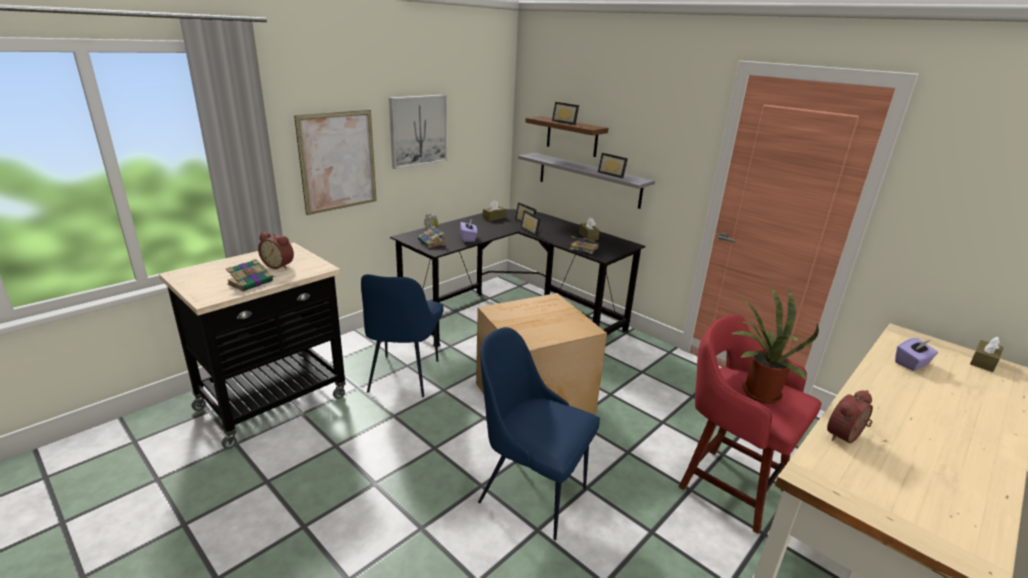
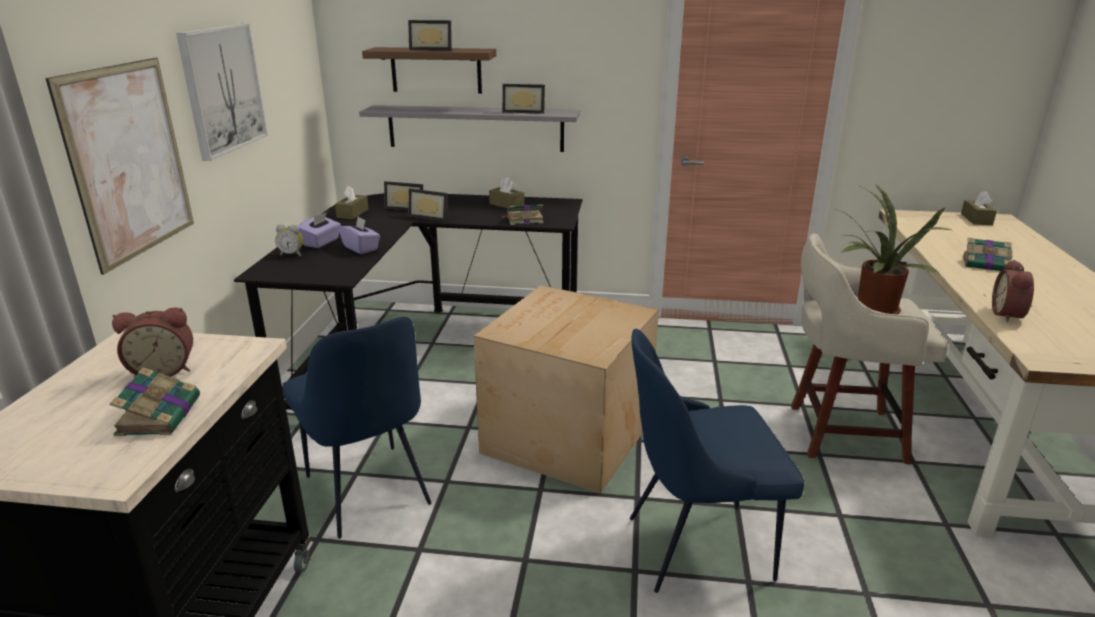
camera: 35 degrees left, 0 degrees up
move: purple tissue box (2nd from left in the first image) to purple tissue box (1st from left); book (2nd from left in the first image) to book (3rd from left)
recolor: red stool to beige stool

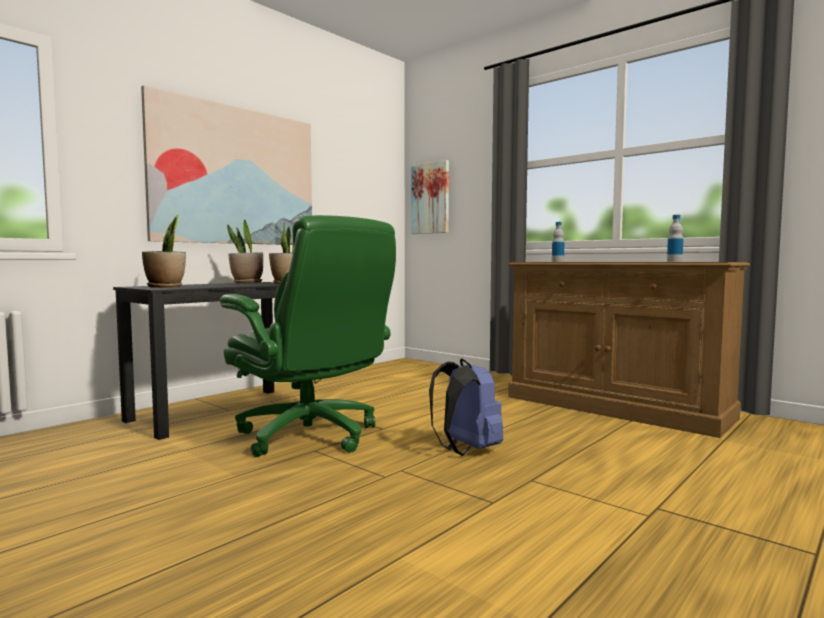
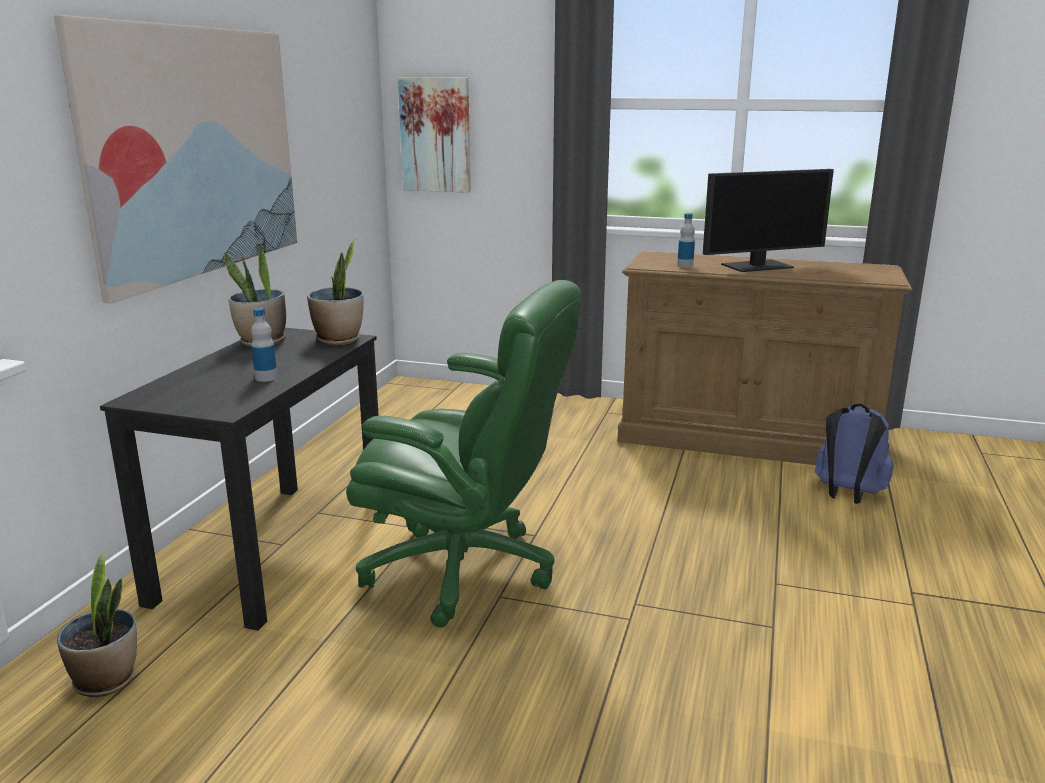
camera: 25 degrees left, 15 degrees up
insert: monitor
move: potted plant (1st from left); bottle (2nd from left in the first image) to bottle (1st from left); blue backpack

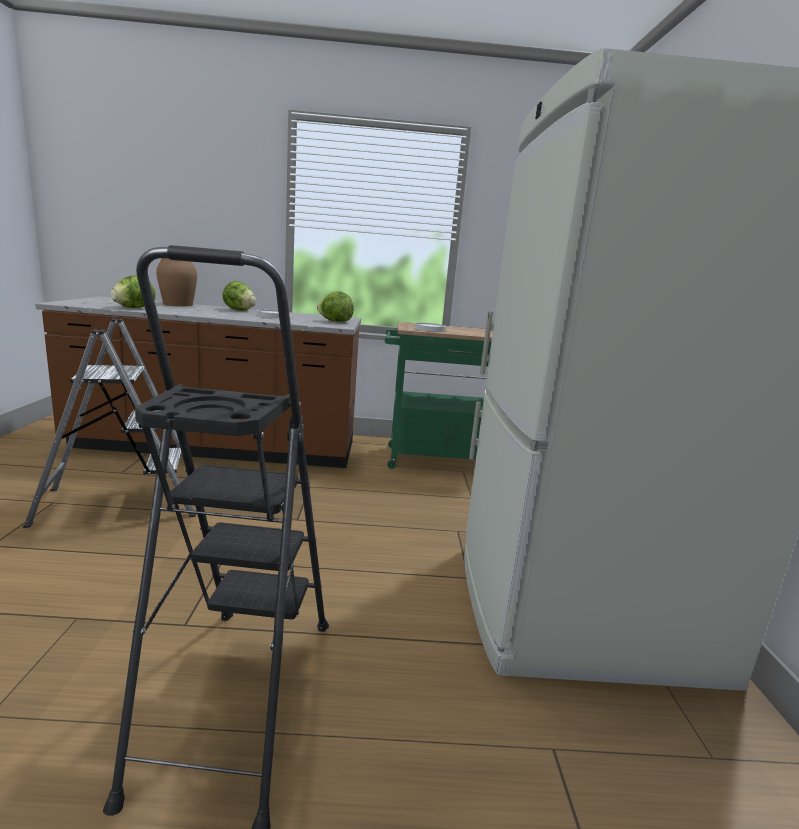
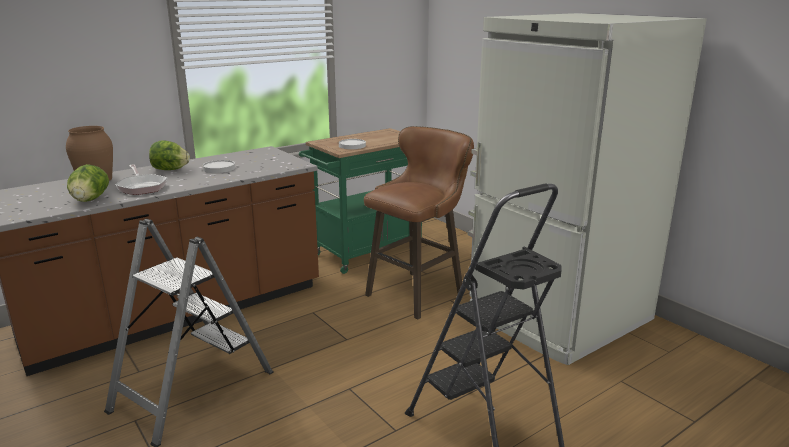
camera: 35 degrees left, 5 degrees up
delete: lettuce (3rd from left)
insert: frying pan; brown stool

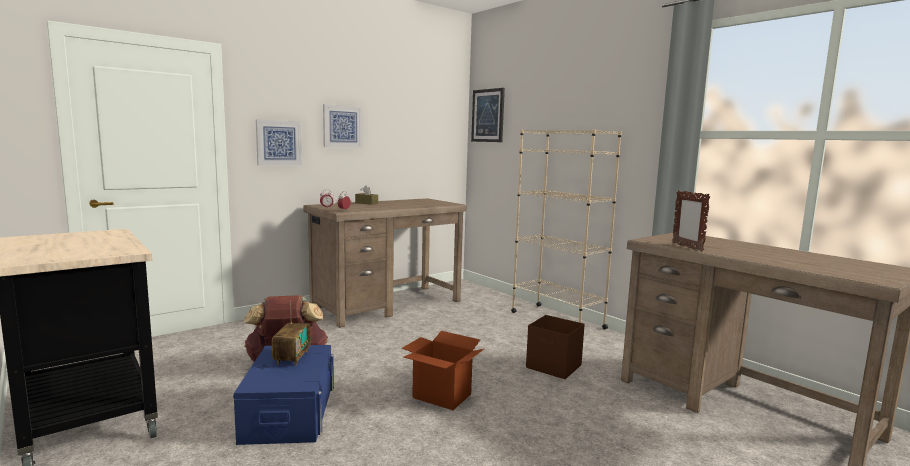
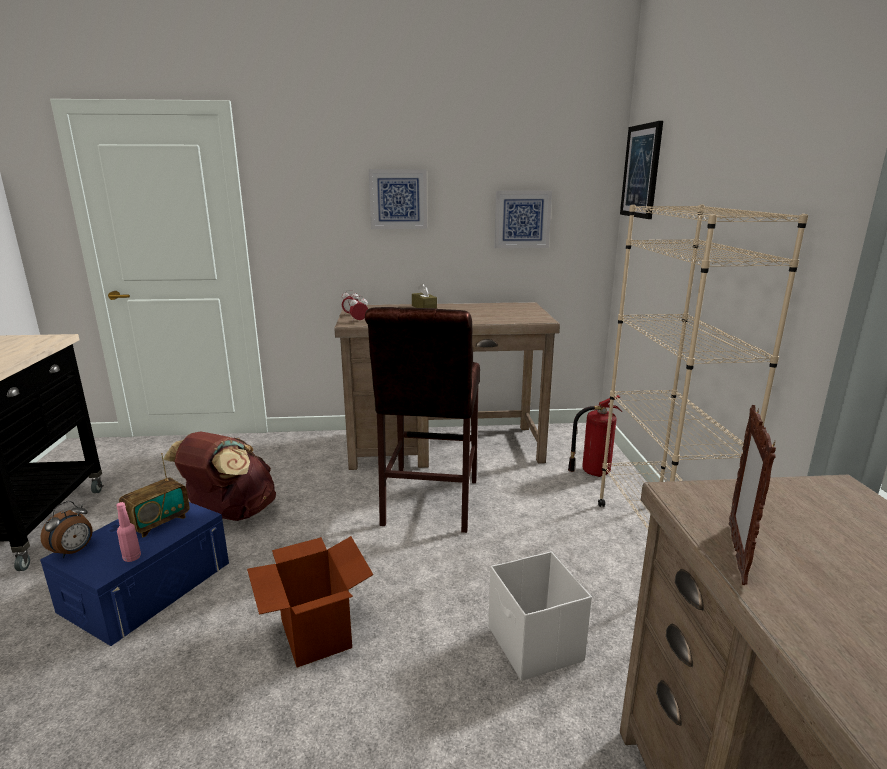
camera: 35 degrees right, 10 degrees up
insert: alarm clock (1st from left); pink bottle; brown stool; fire extinguisher
move: picture (1st from left in the first image) to picture (2nd from left)
recolor: brown storage box to white storage box

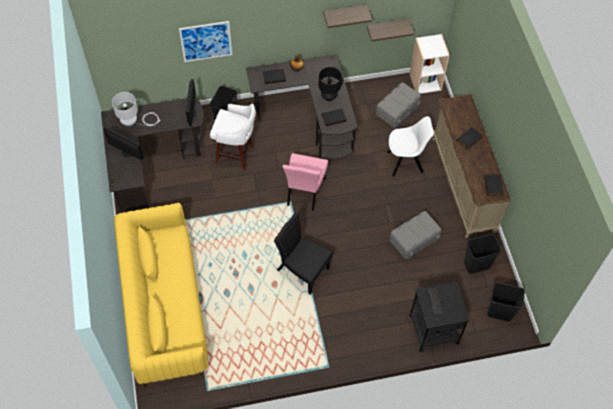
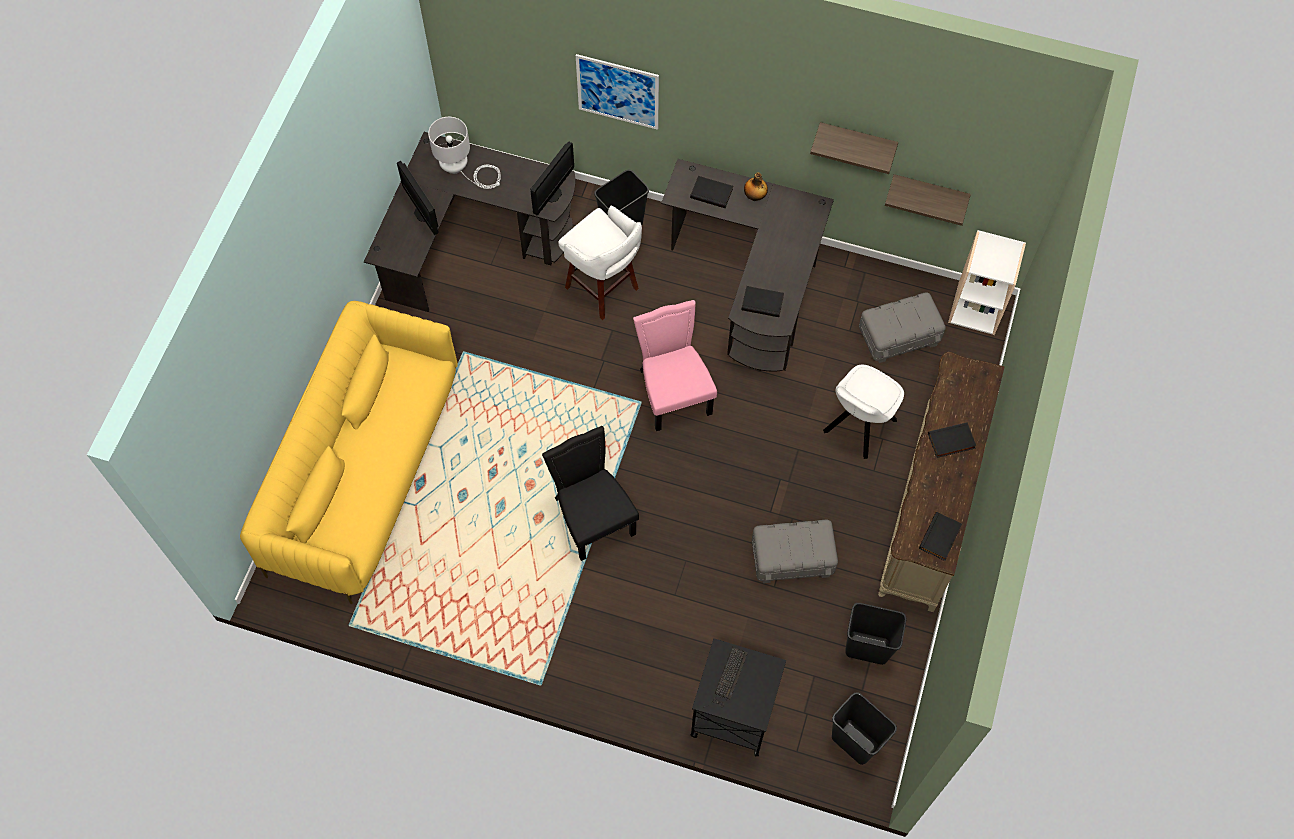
camera: 30 degrees right, 5 degrees up
delete: black table lamp
rotate: pink chair 120 degrees clockwise; white chair 105 degrees clockwise

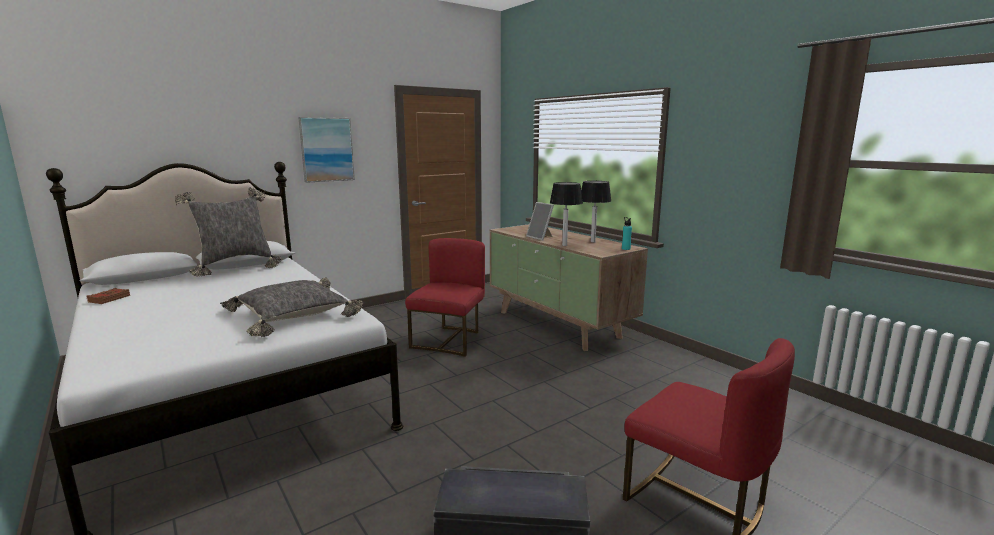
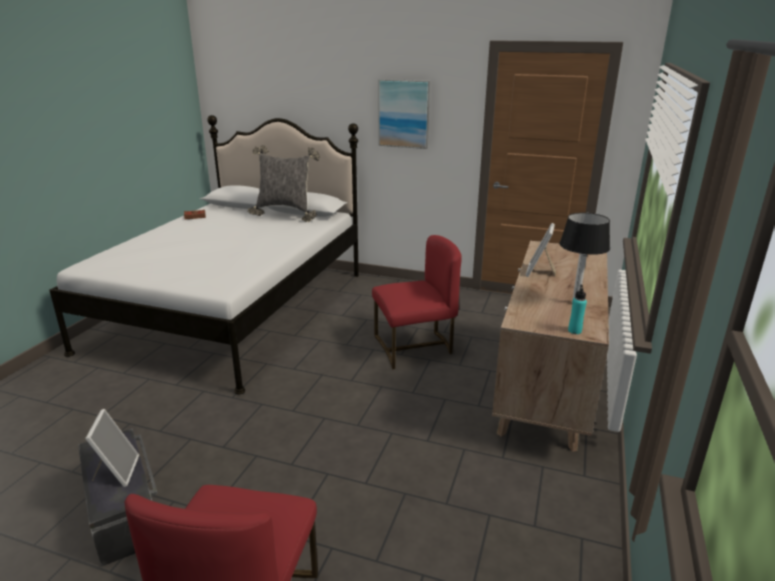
camera: 55 degrees right, 10 degrees up
delete: pillow (2nd from left); table lamp (1st from left)
insert: picture frame (1st from left)

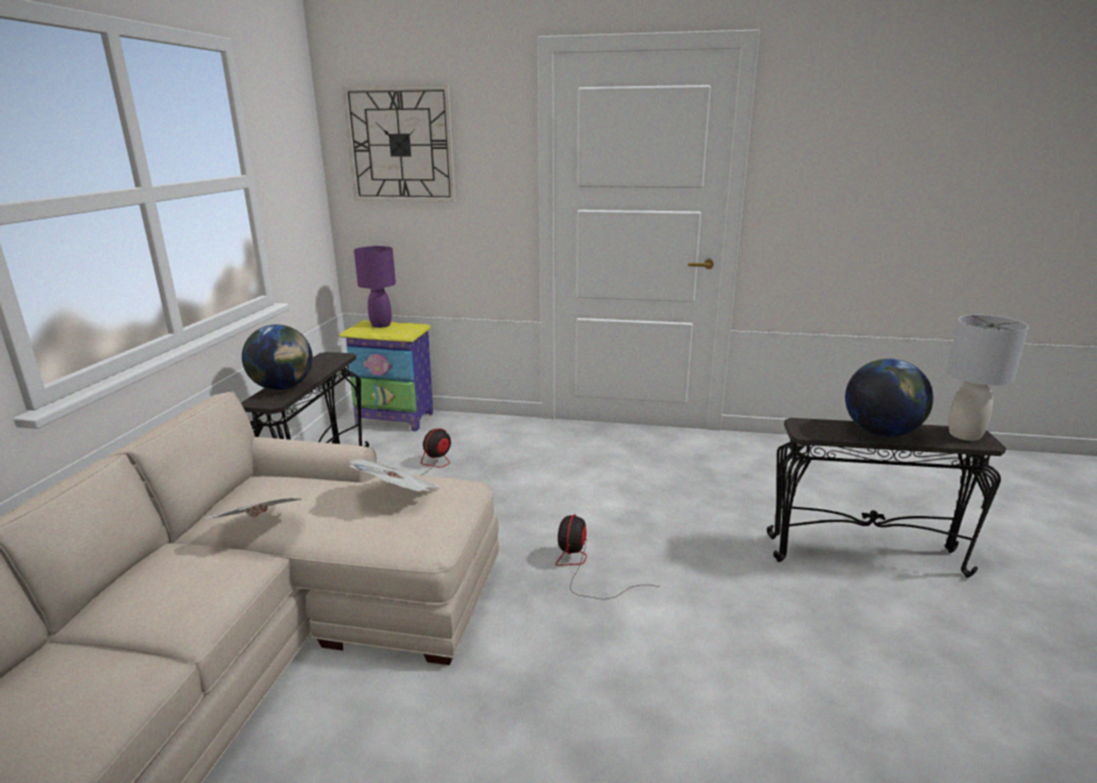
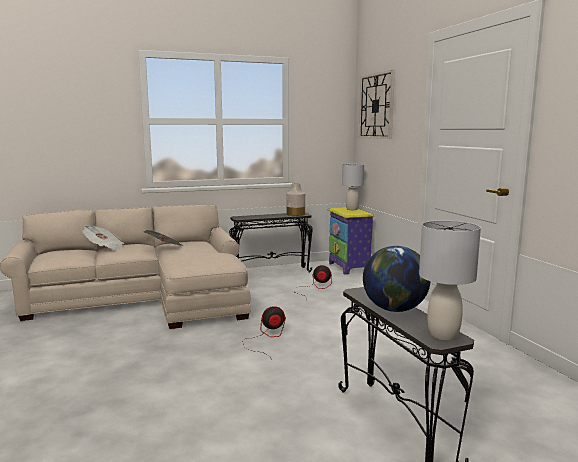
camera: 60 degrees right, 10 degrees down
delete: globe (1st from left)
insert: beige vase
move: newspaper (2nd from left in the first image) to newspaper (1st from left)
recolor: purple table lamp to grey table lamp (1st from left)

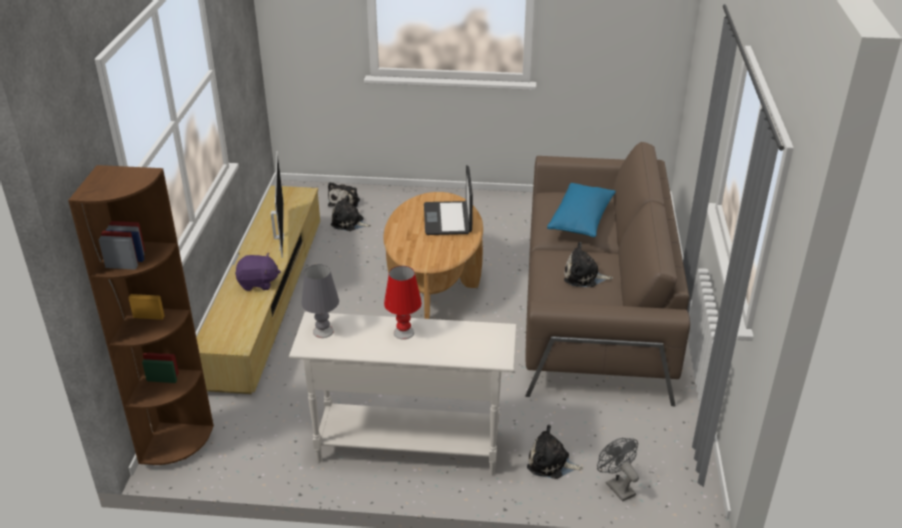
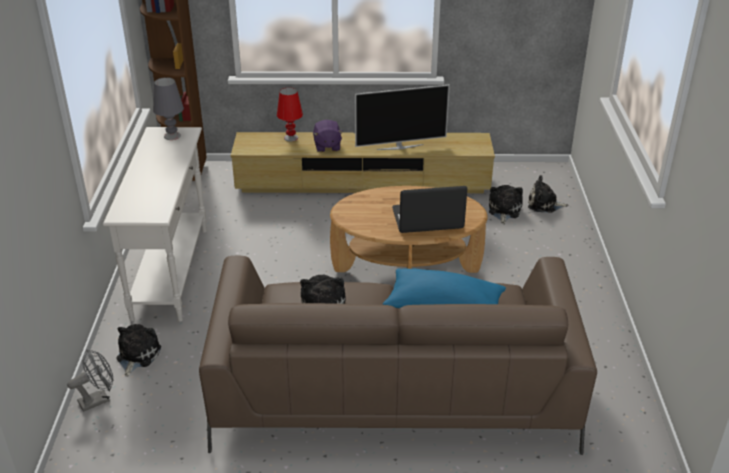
camera: 85 degrees right, 0 degrees up
move: red table lamp

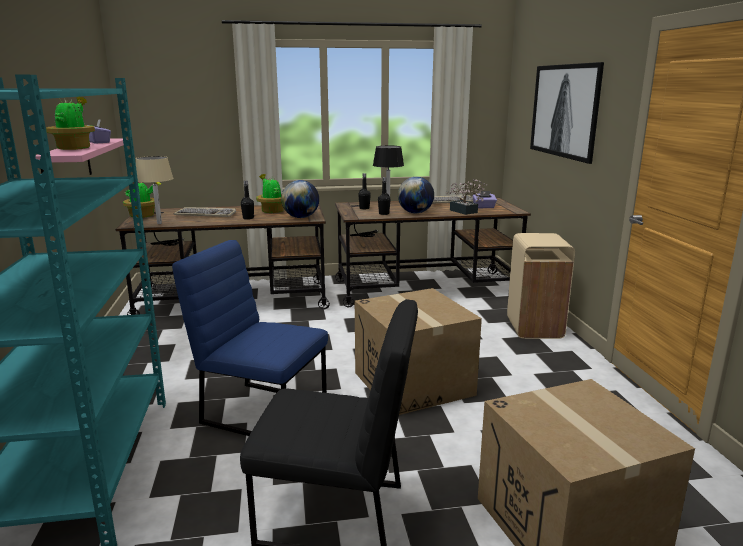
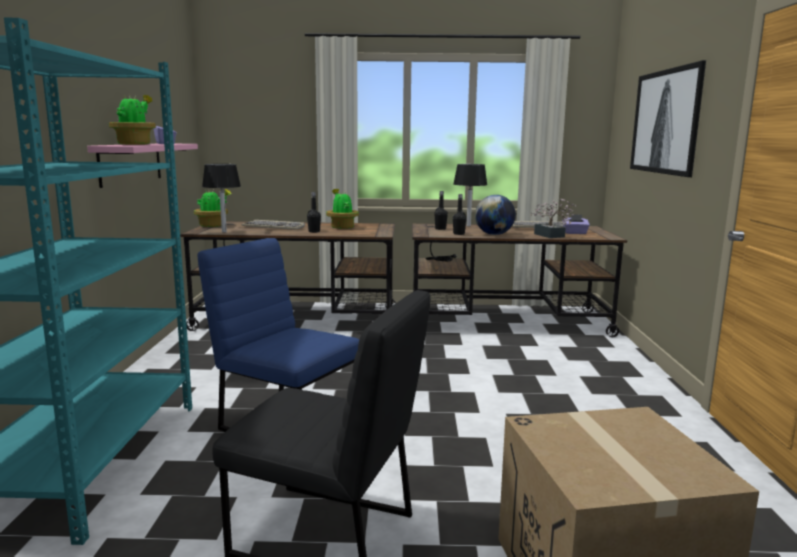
camera: 10 degrees right, 5 degrees down
delete: globe (1st from left); cardboard box (1st from left); beige trash can
recolor: beige table lamp to black table lamp (1st from left)

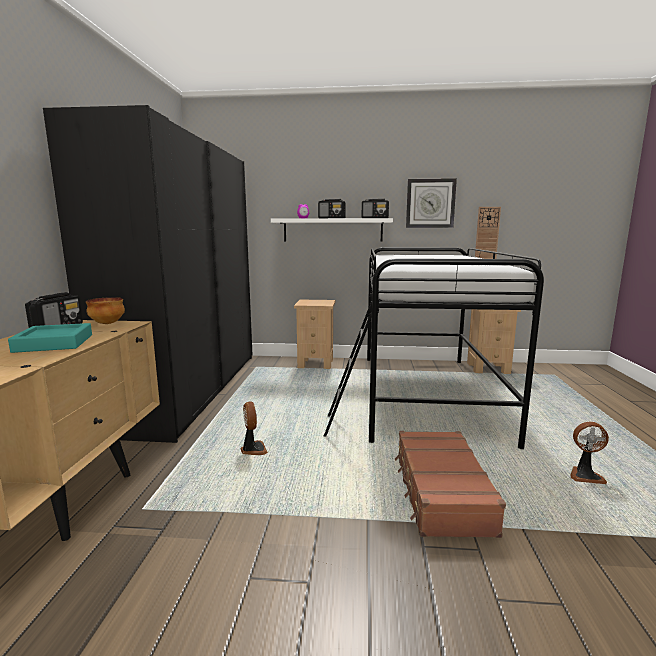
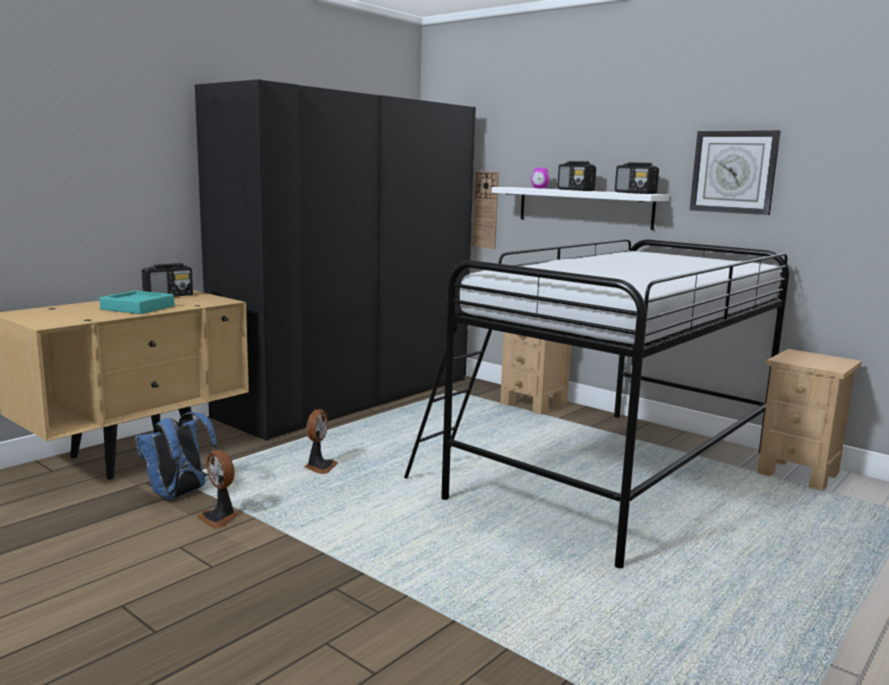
camera: 35 degrees right, 0 degrees up
delete: bowl; brown suitcase
insert: blue backpack
move: fan (2nd from left in the first image) to fan (1st from left); wall clock (2nd from left in the first image) to wall clock (1st from left)

